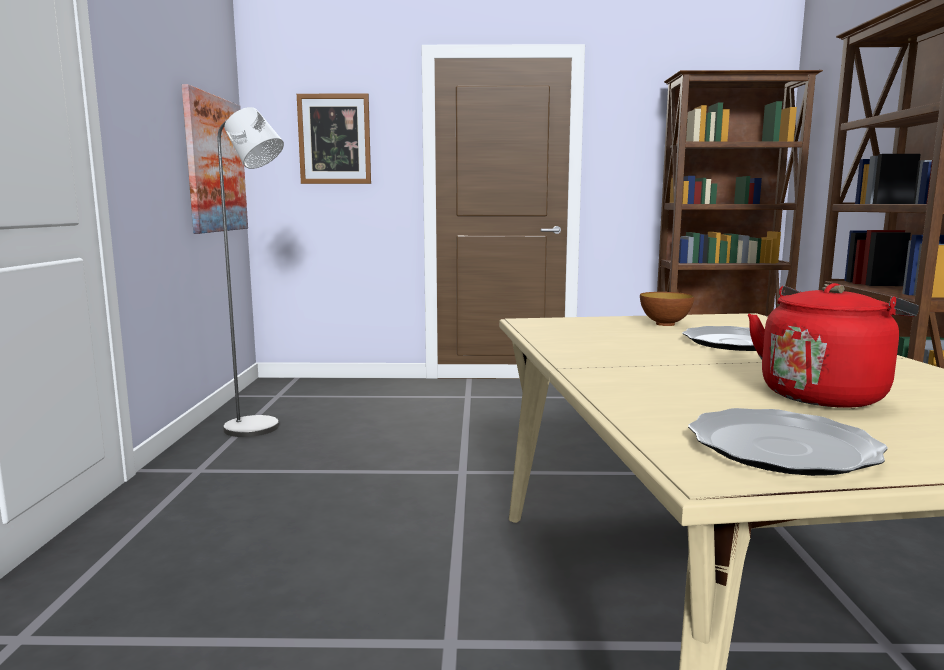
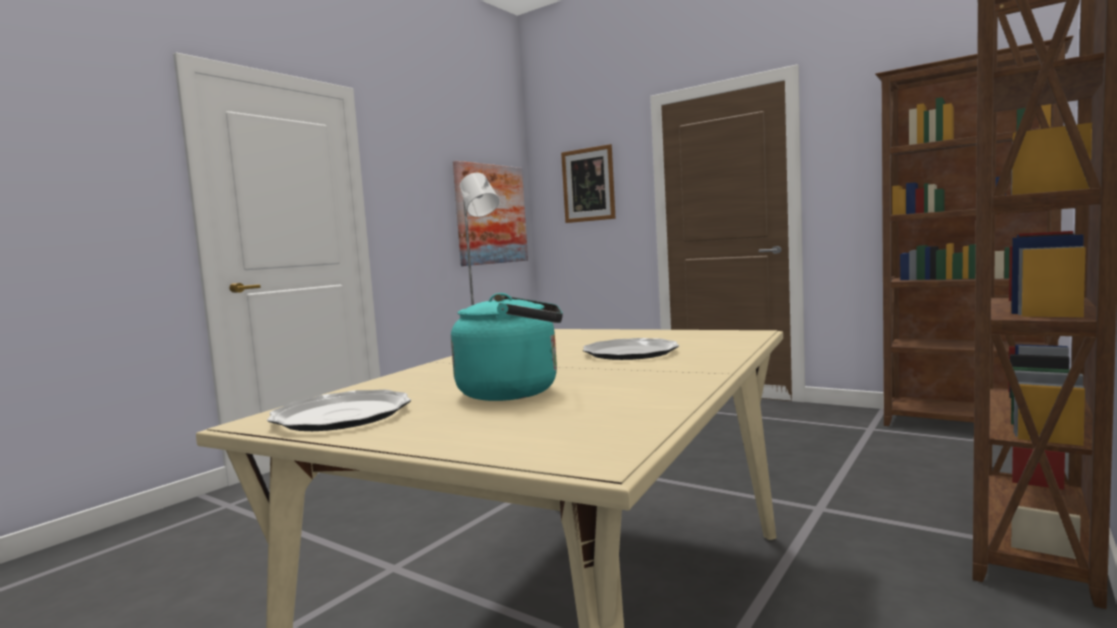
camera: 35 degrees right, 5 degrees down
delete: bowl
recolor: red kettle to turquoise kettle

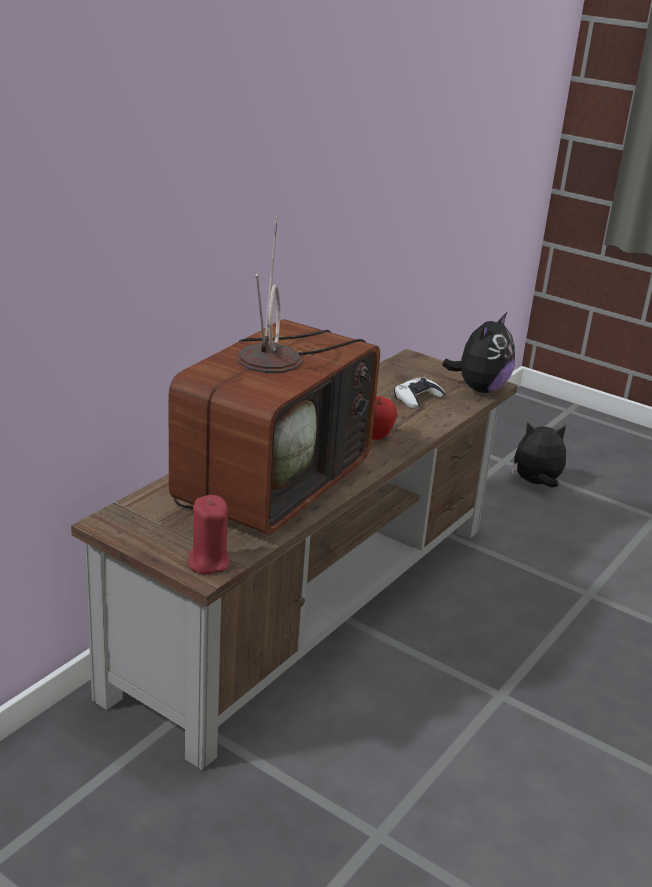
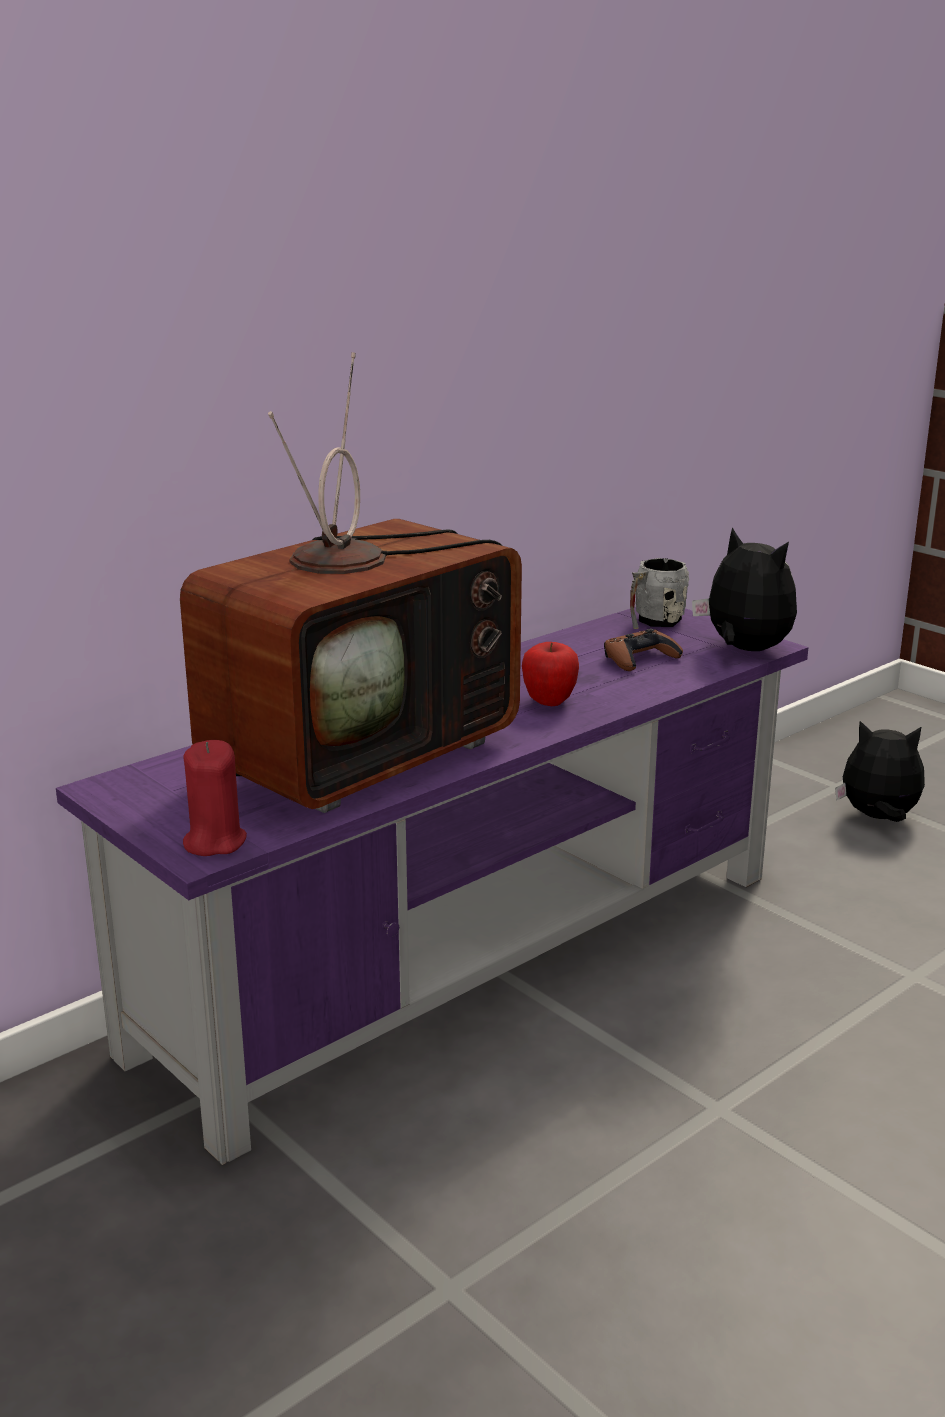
camera: 15 degrees right, 5 degrees down
insert: grey mug
recolor: brown tv stand to purple tv stand; white game controller to brown game controller
rotate: plush toy (1st from left) 90 degrees counterclockwise

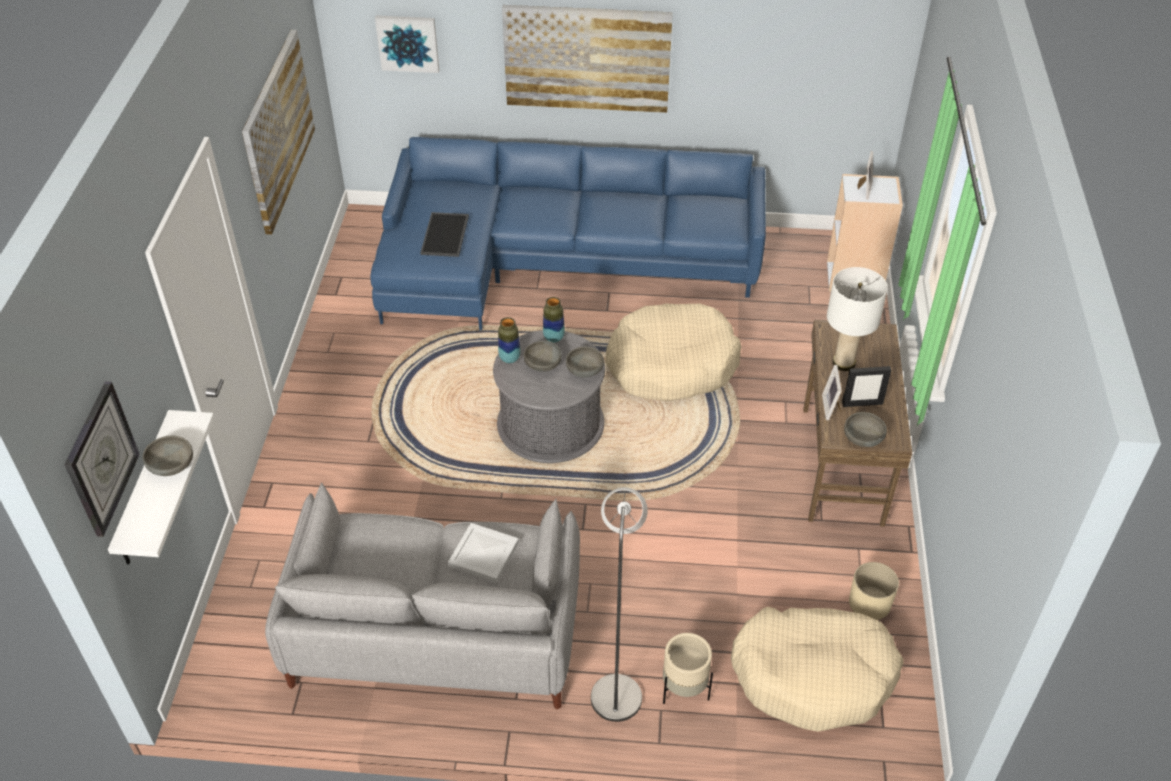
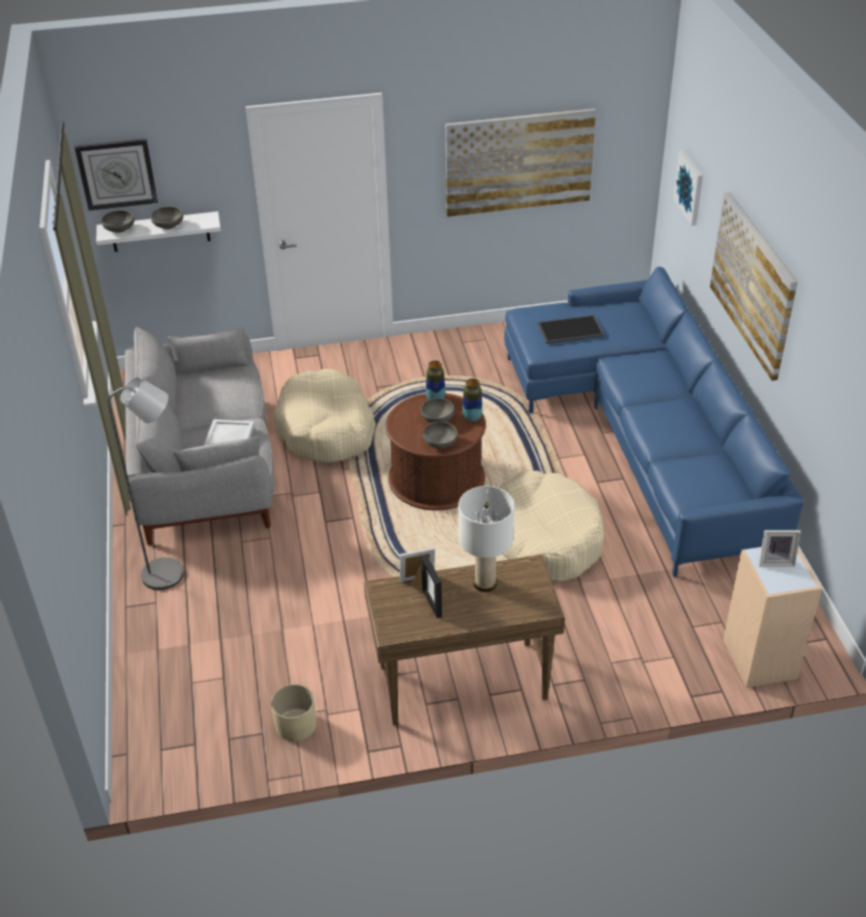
camera: 75 degrees right, 5 degrees down
delete: beige planter (1st from left)
move: grey bowl (4th from left in the first image) to grey bowl (1st from left); beige dog bed (2nd from left in the first image) to beige dog bed (1st from left)
recolor: grey coffee table to brown coffee table

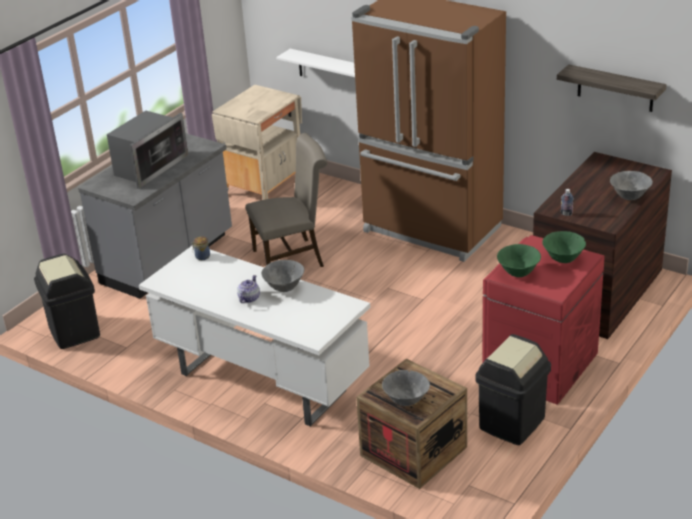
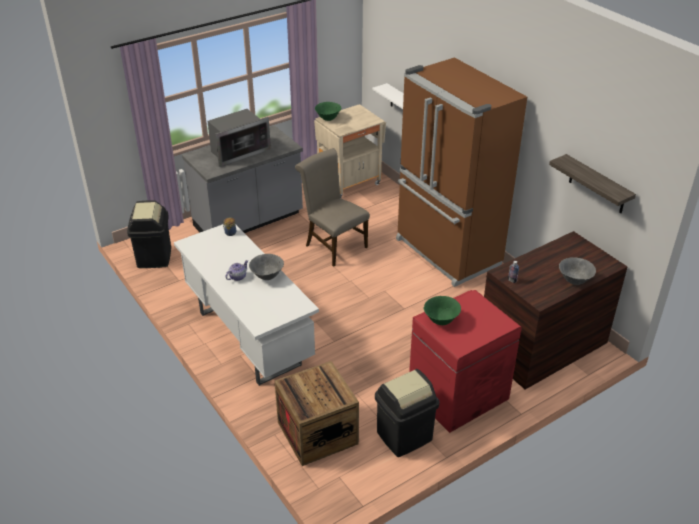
camera: 20 degrees right, 5 degrees up
delete: grey bowl (2nd from left)
move: green bowl (2nd from left in the first image) to green bowl (1st from left)
rotate: beige chair 135 degrees counterclockwise

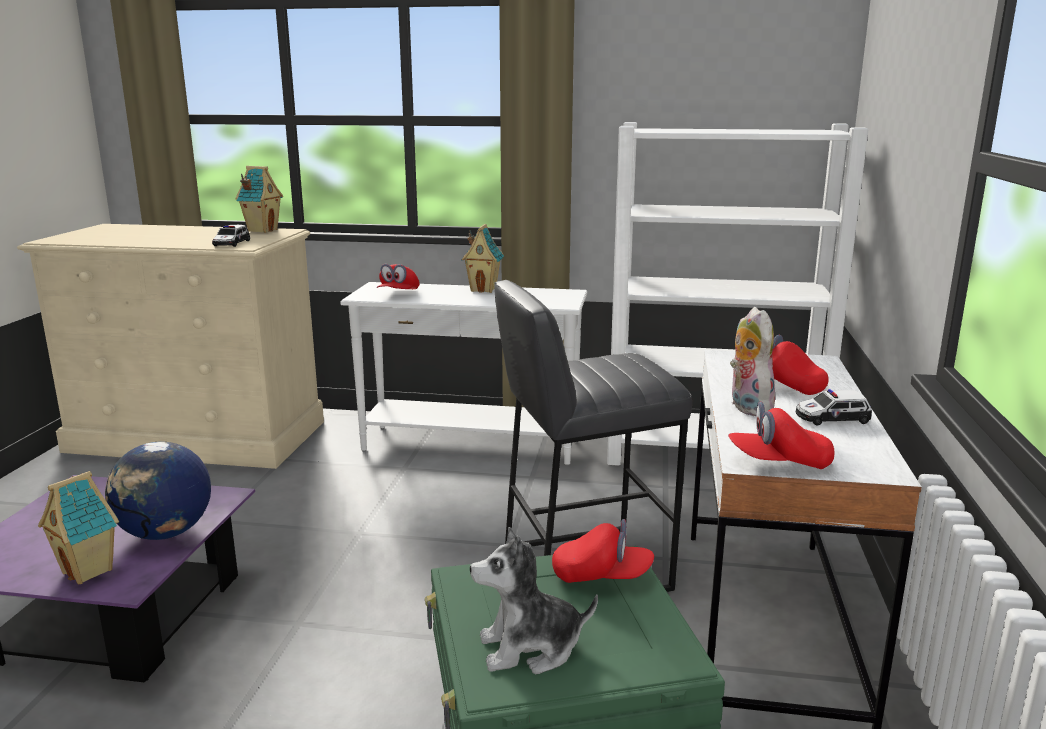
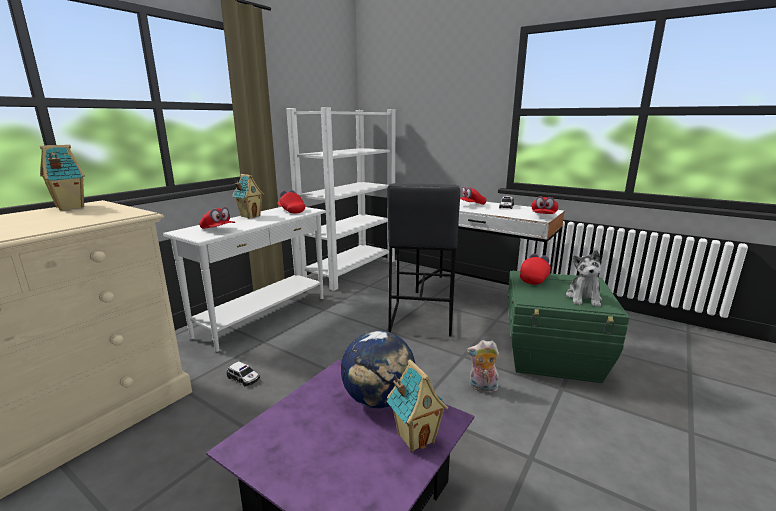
camera: 65 degrees left, 0 degrees up
insert: red cap (2nd from left)
move: toy car (1st from left); plush toy (2nd from left in the first image) to plush toy (1st from left)

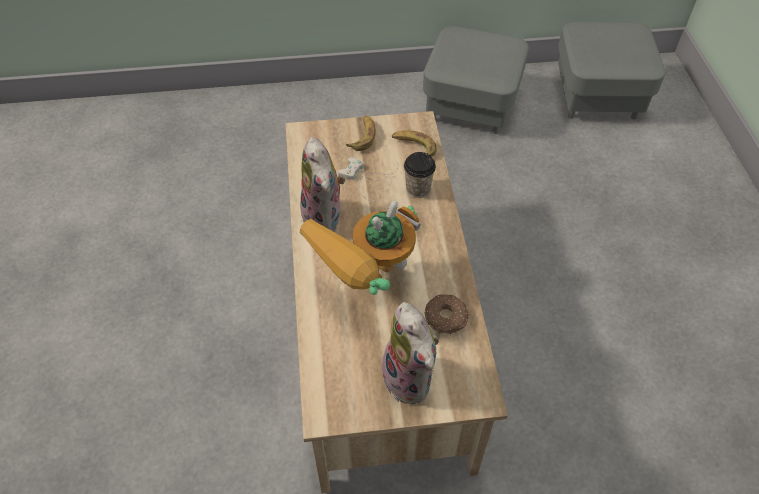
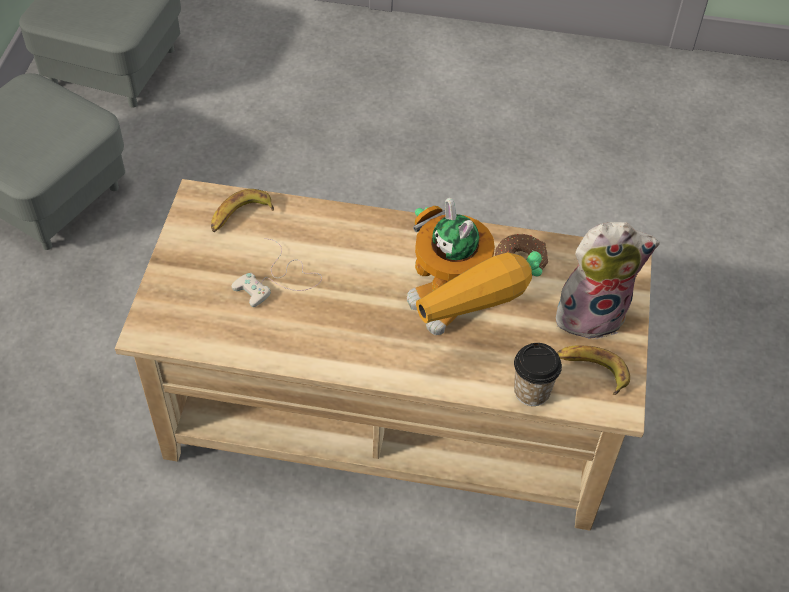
camera: 75 degrees left, 0 degrees up
delete: plush toy (1st from left)
move: cup; banana (1st from left in the first image) to banana (2nd from left)

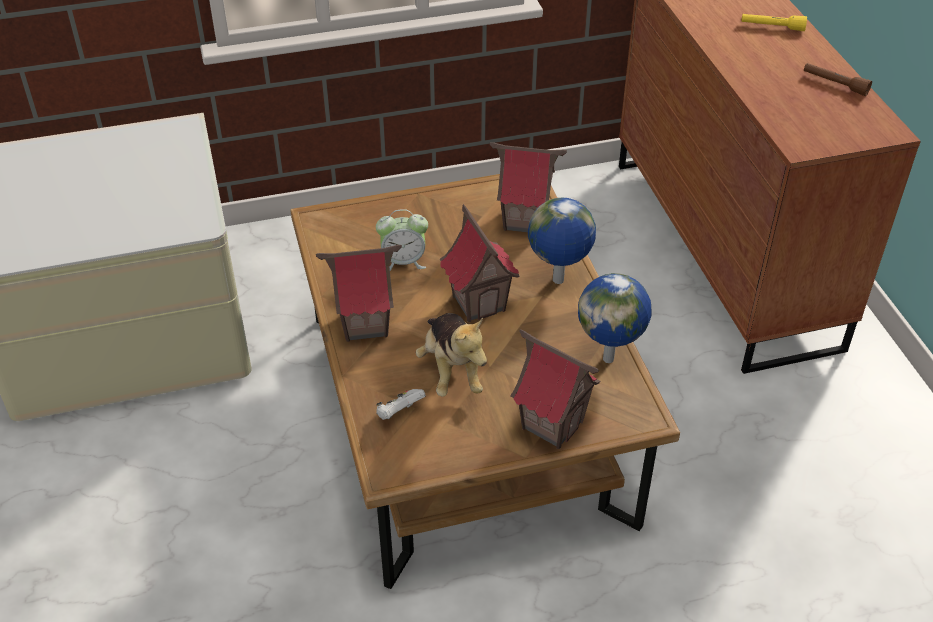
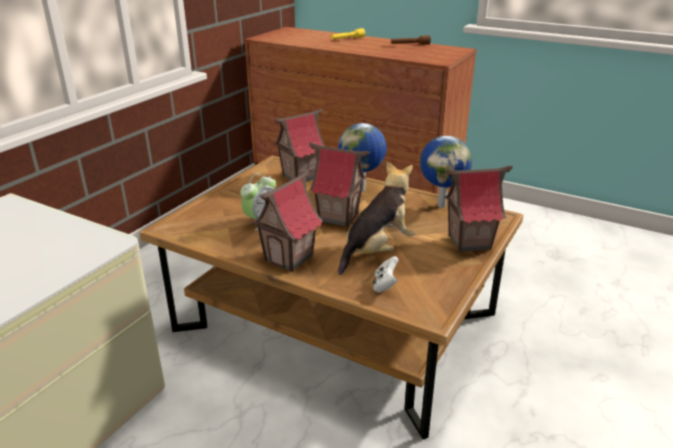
camera: 45 degrees left, 15 degrees down
rotate: plush toy 75 degrees counterclockwise

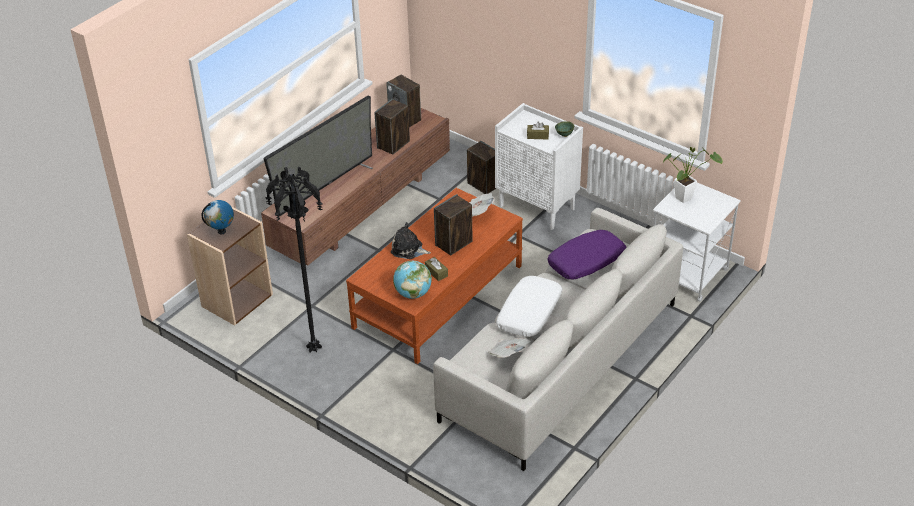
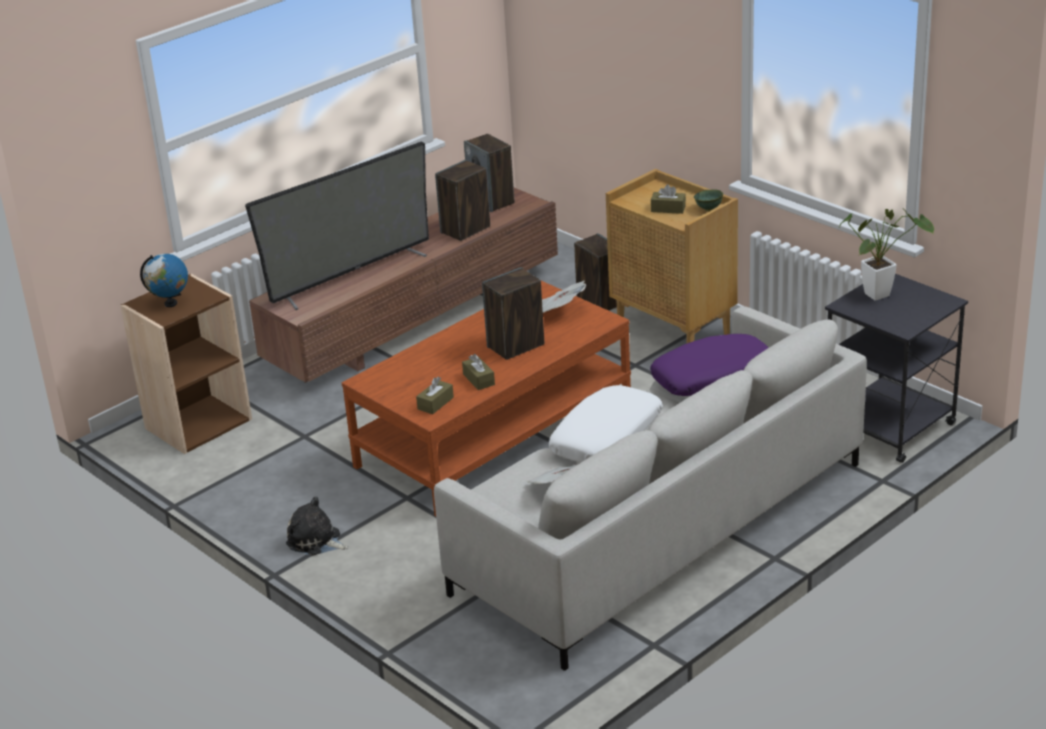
camera: 10 degrees right, 10 degrees down
delete: black floor lamp
move: plush toy
replace: globe (2nd from left) to brown tissue box (1st from left)
recolor: white cabinet to brown cabinet; white cart to black cart

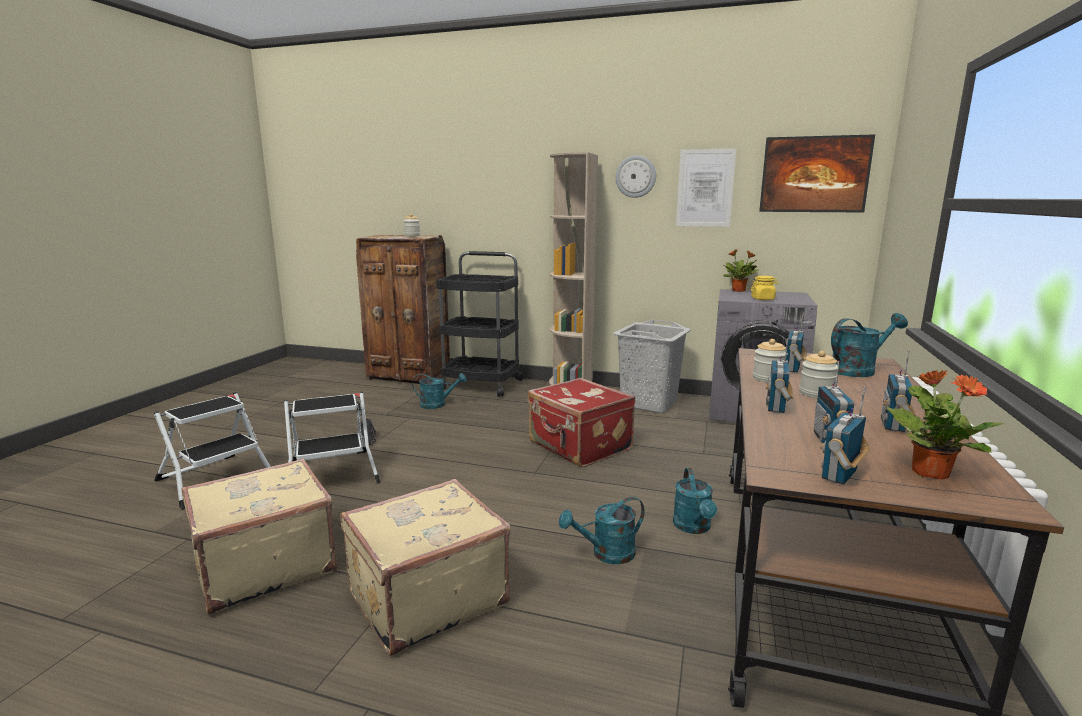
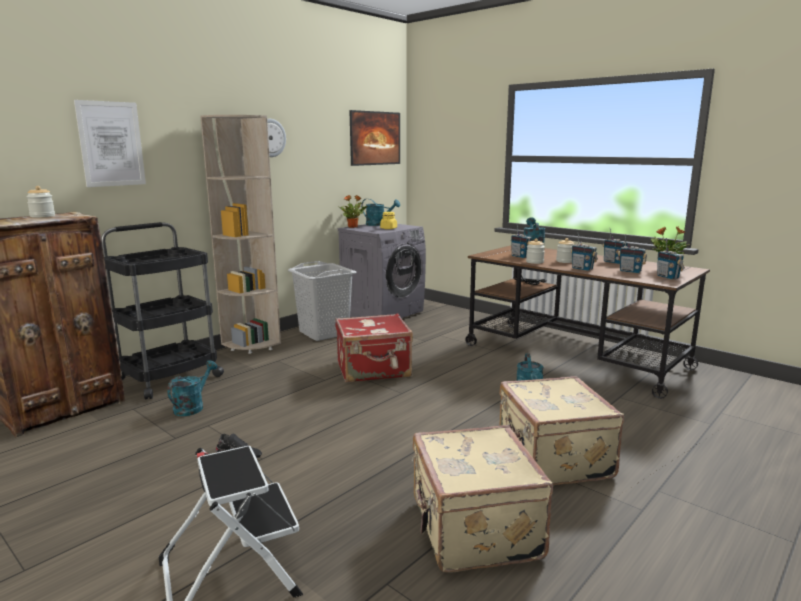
camera: 65 degrees left, 0 degrees up
delete: step ladder (2nd from left)
move: picture (1st from left); turquoise watering can (3rd from left in the first image) to turquoise watering can (2nd from left)

